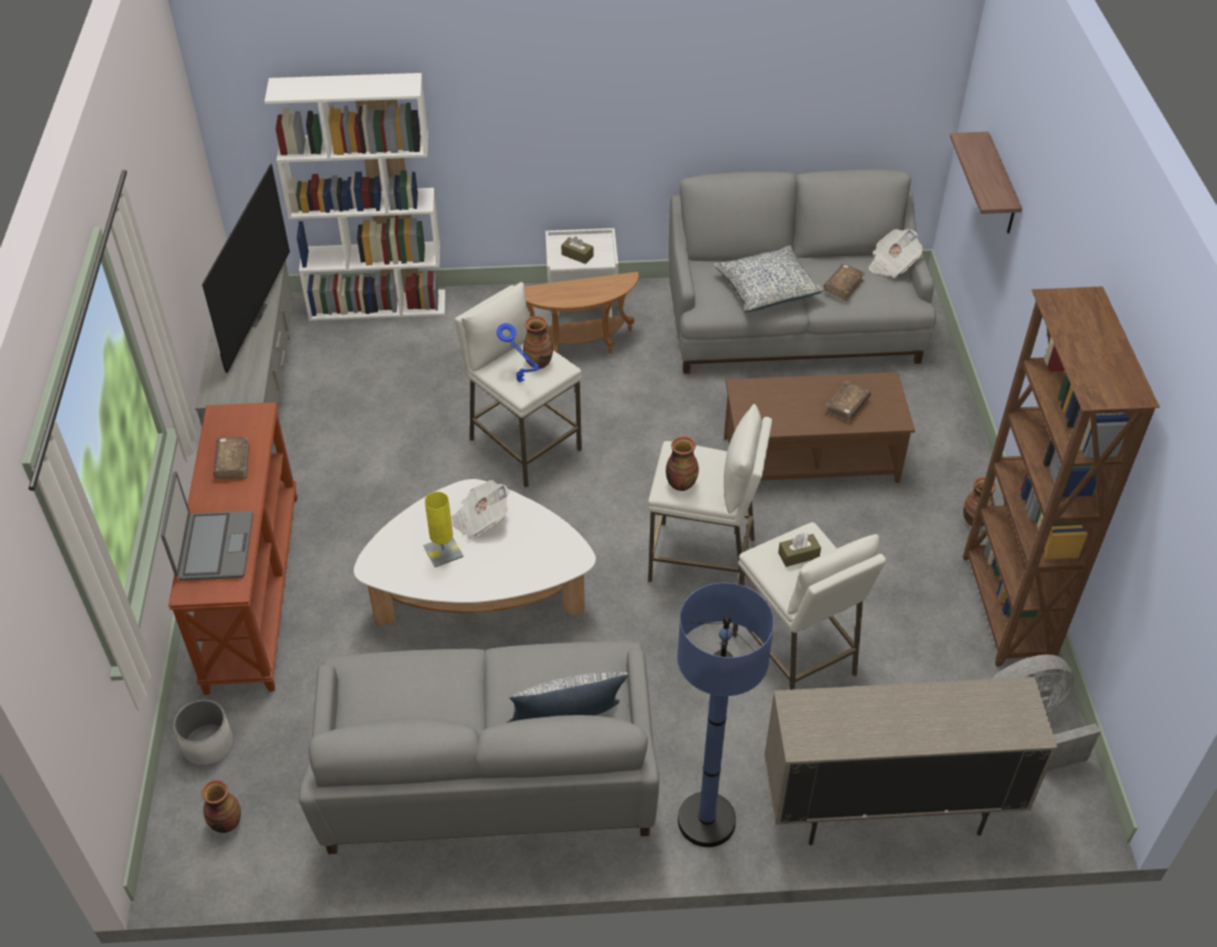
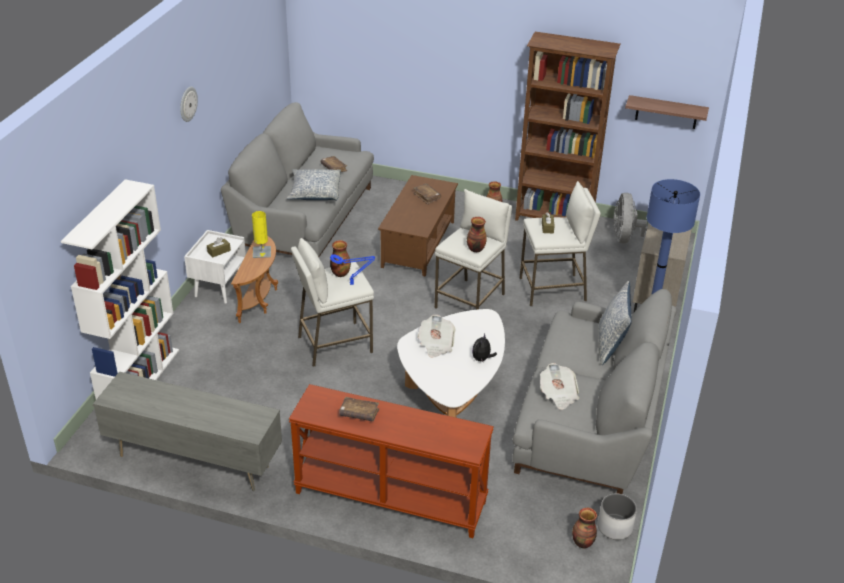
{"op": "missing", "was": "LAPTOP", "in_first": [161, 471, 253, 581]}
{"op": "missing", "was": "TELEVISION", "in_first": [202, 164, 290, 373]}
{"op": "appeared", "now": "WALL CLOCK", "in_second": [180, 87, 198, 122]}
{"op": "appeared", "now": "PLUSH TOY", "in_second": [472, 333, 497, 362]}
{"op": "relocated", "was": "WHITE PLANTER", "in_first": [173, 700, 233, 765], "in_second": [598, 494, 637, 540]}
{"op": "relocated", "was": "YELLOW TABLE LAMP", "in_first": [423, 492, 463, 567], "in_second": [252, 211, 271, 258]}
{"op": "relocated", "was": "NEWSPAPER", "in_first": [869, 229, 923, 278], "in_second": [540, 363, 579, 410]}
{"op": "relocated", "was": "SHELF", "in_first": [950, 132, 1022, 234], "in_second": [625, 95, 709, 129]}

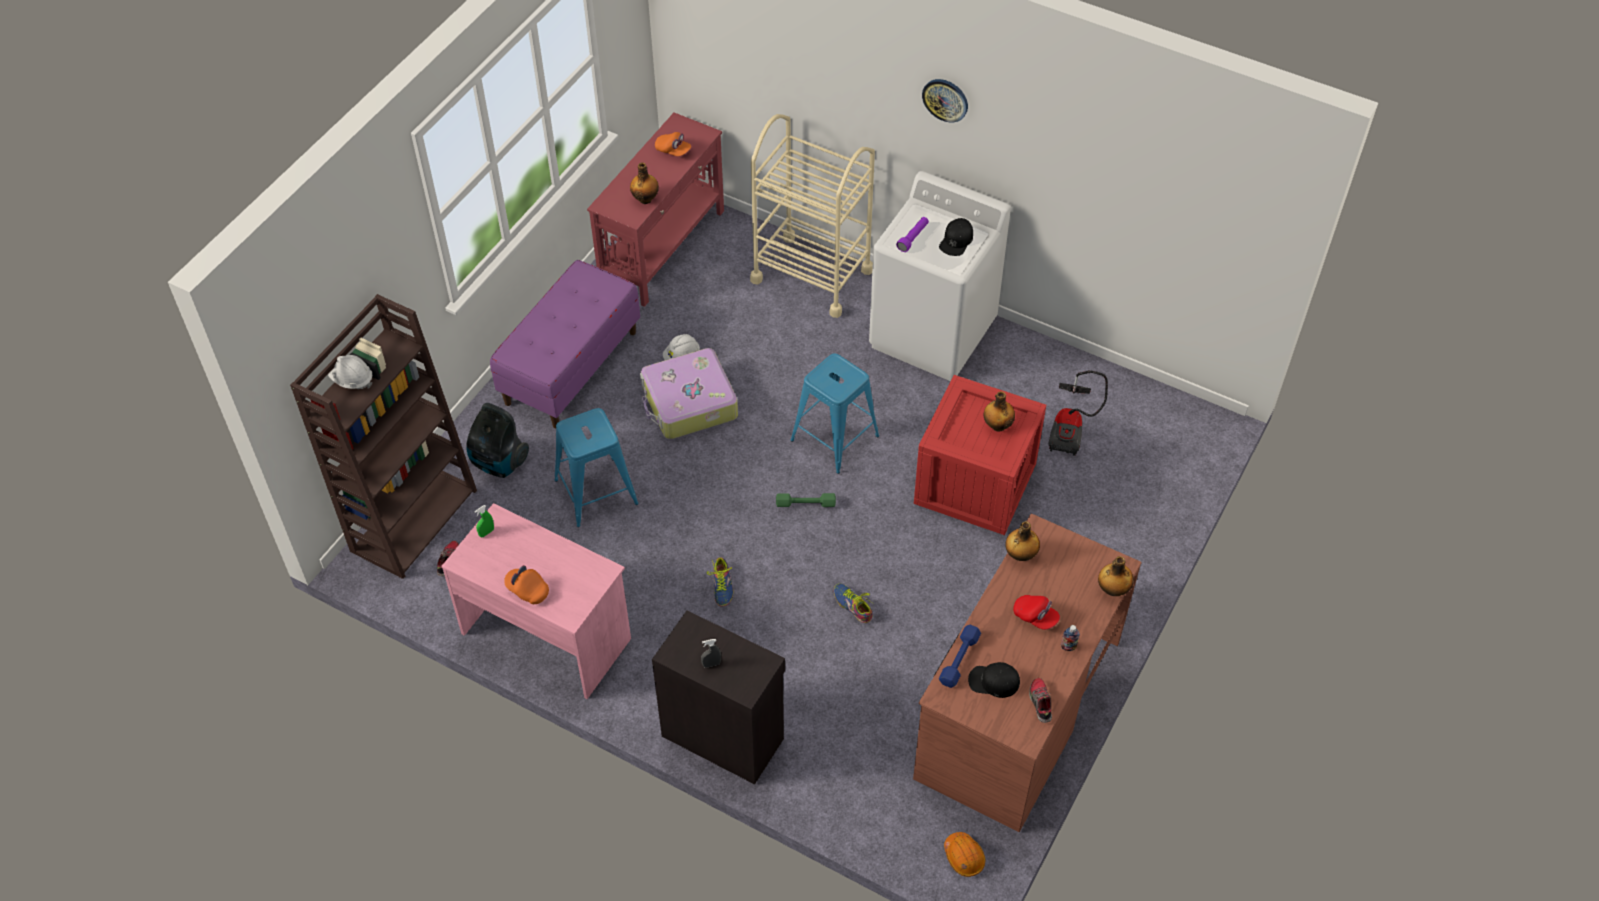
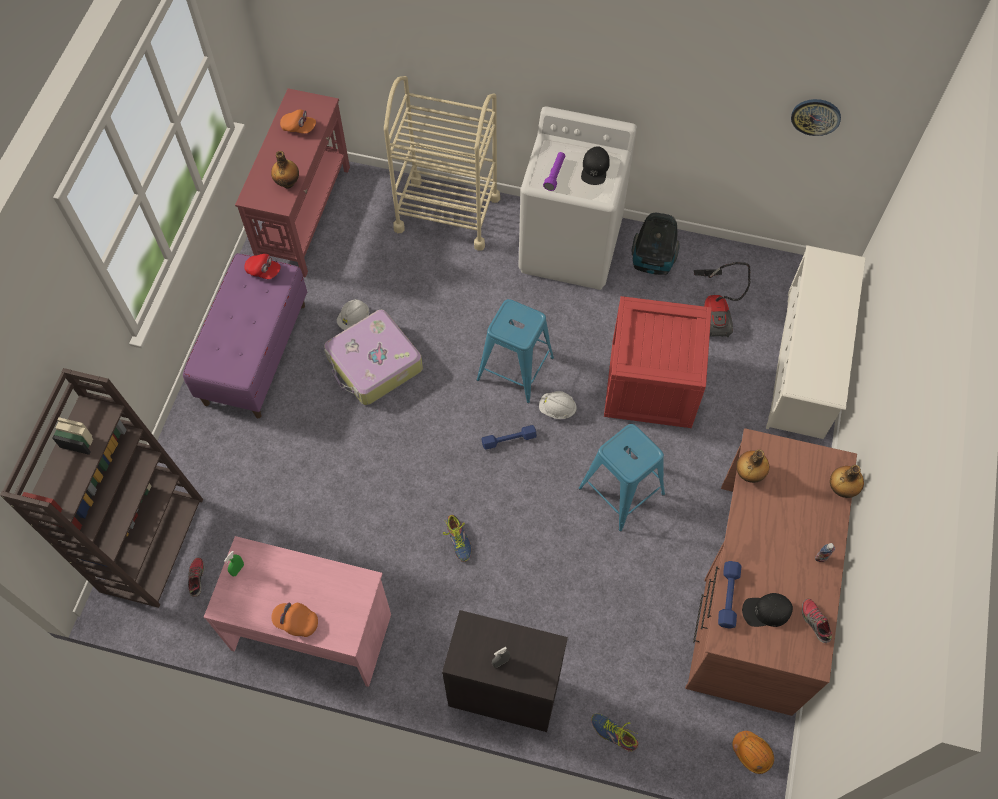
{"op": "missing", "was": "BOTTLE", "in_first": [984, 391, 1015, 432]}
{"op": "appeared", "now": "WHITE SHOE RACK", "in_second": [766, 245, 865, 439]}
{"op": "relocated", "was": "WHITE HARD HAT", "in_first": [328, 355, 372, 389], "in_second": [539, 391, 577, 419]}
{"op": "relocated", "was": "VACUUM CLEANER", "in_first": [466, 403, 529, 478], "in_second": [632, 212, 680, 275]}
{"op": "relocated", "was": "BLUE STOOL", "in_first": [554, 408, 639, 527], "in_second": [579, 424, 665, 531]}
{"op": "relocated", "was": "SHOE", "in_first": [834, 584, 874, 623], "in_second": [591, 713, 638, 752]}
{"op": "relocated", "was": "WALL CLOCK", "in_first": [922, 79, 968, 122], "in_second": [791, 99, 841, 136]}
{"op": "relocated", "was": "RED CAP", "in_first": [1013, 595, 1060, 630], "in_second": [244, 254, 281, 279]}
{"op": "colour", "was": "GREEN DUMBBELL", "now": "BLUE DUMBBELL", "in_first": [776, 493, 836, 507], "in_second": [482, 425, 537, 450]}

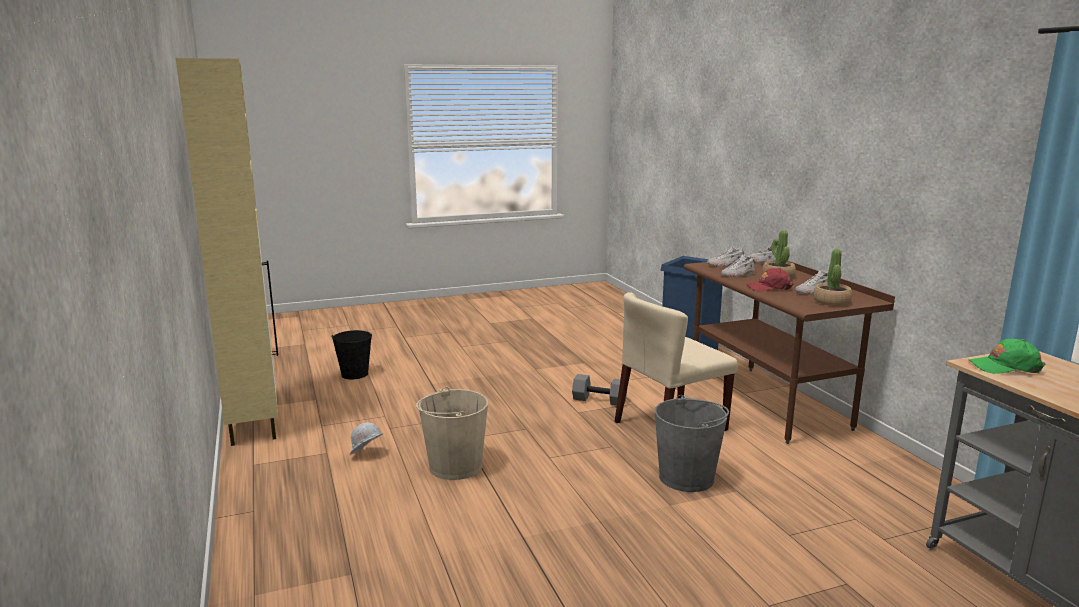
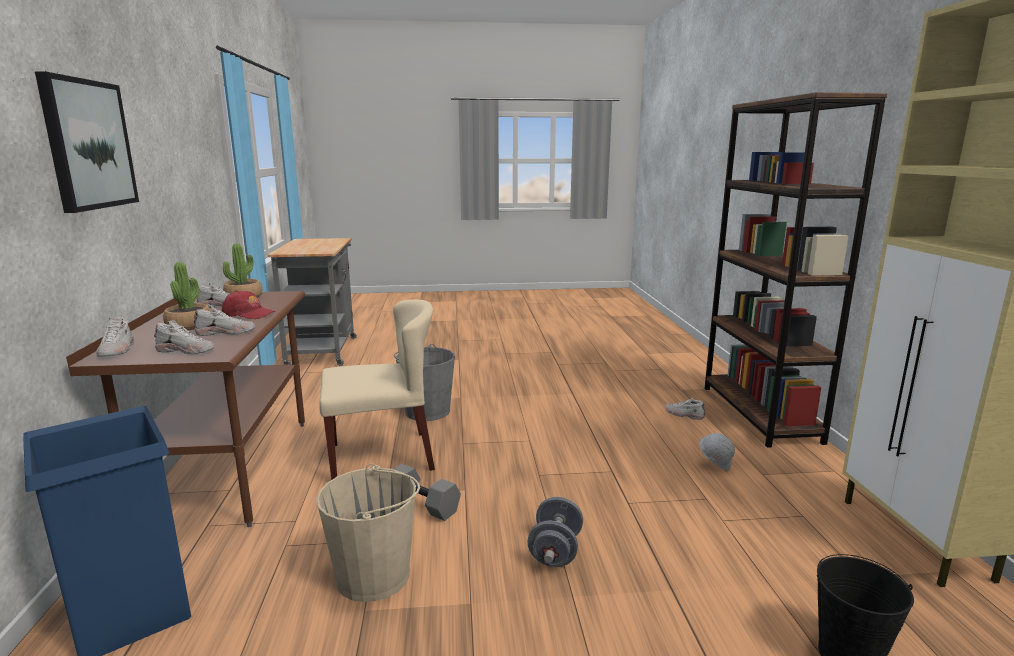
{"op": "missing", "was": "GREEN CAP", "in_first": [969, 339, 1045, 374]}
{"op": "appeared", "now": "PICTURE", "in_second": [35, 71, 139, 213]}
{"op": "appeared", "now": "GREY DUMBBELL", "in_second": [527, 497, 583, 567]}
{"op": "appeared", "now": "WHITE SHOE", "in_second": [665, 396, 706, 420]}
{"op": "appeared", "now": "BROWN BOOKCASE", "in_second": [705, 92, 887, 448]}
{"op": "relocated", "was": "BEIGE BUCKET", "in_first": [416, 387, 488, 480], "in_second": [316, 463, 420, 602]}

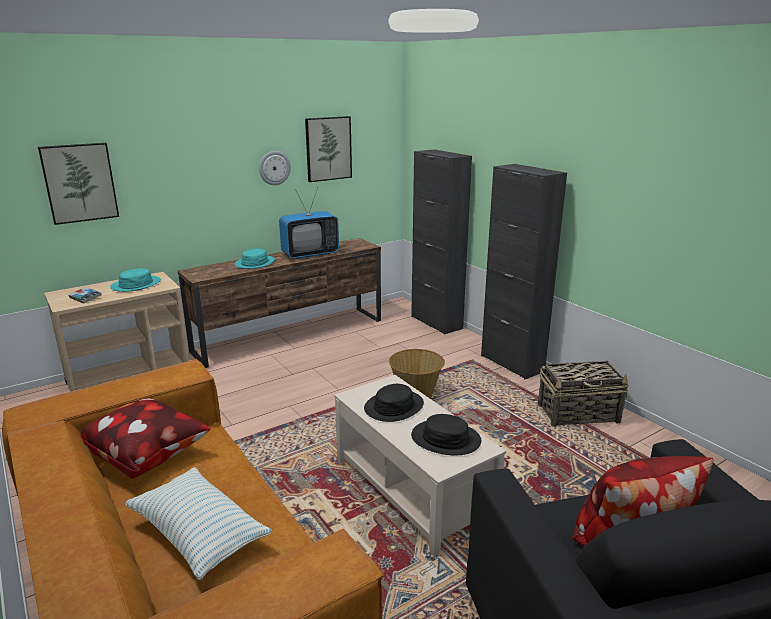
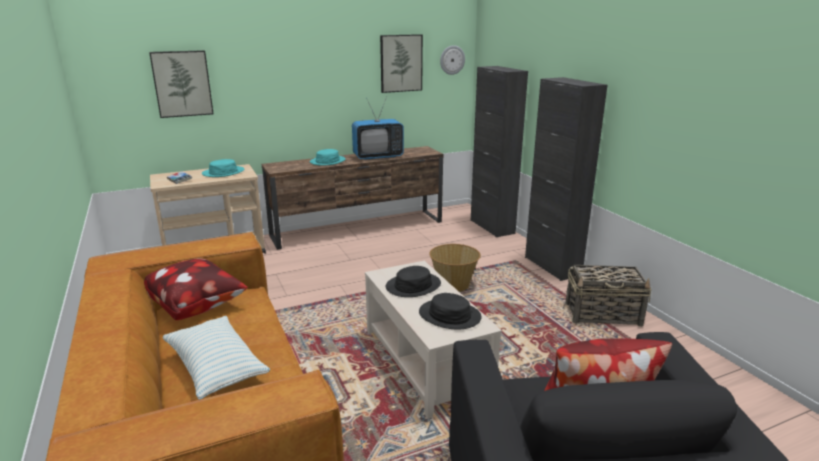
{"op": "relocated", "was": "WALL CLOCK", "in_first": [259, 151, 291, 185], "in_second": [440, 45, 465, 75]}

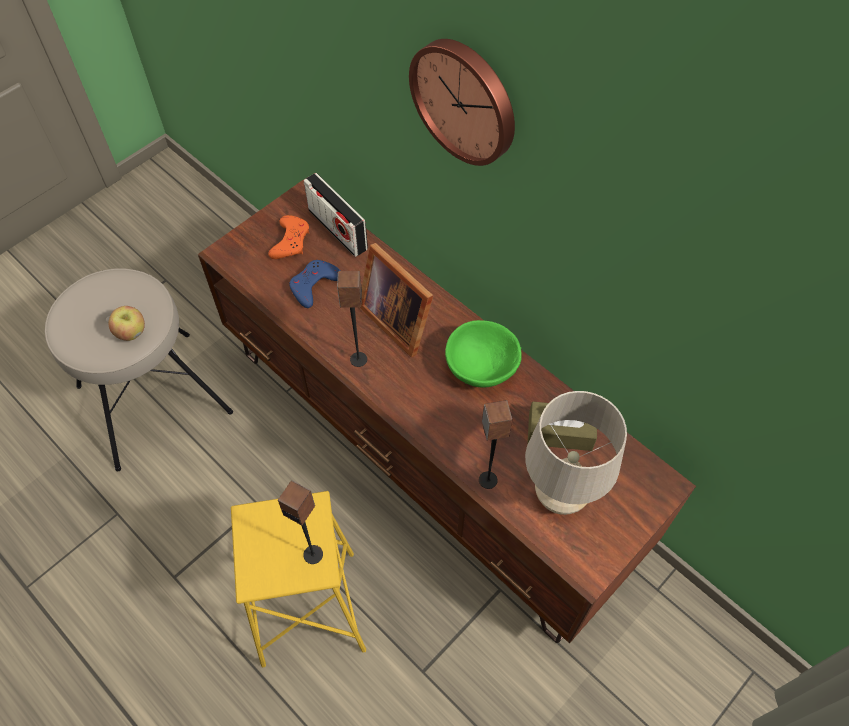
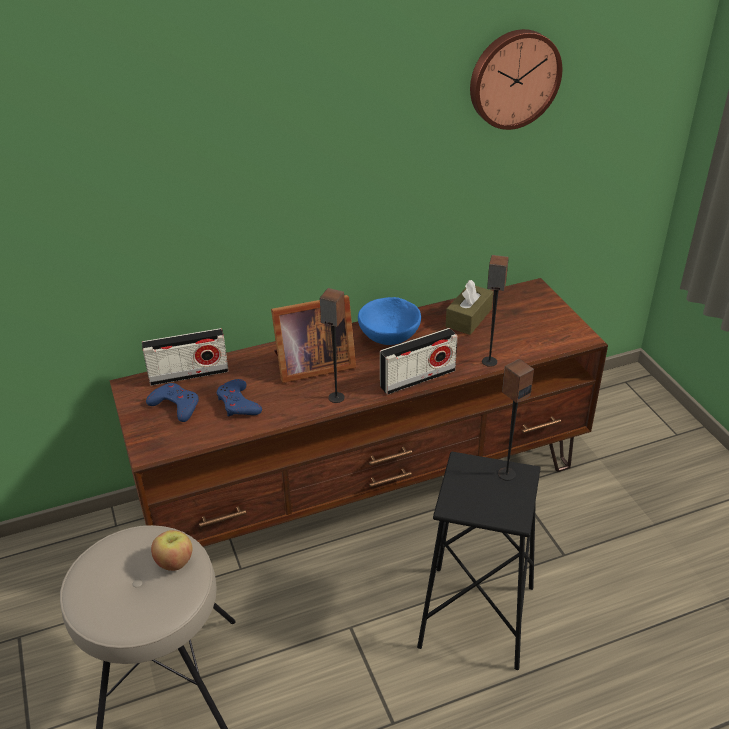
{"op": "missing", "was": "BEIGE TABLE LAMP", "in_first": [525, 391, 627, 515]}
{"op": "appeared", "now": "RADIO", "in_second": [380, 328, 458, 395]}
{"op": "relocated", "was": "WALL CLOCK", "in_first": [409, 39, 515, 166], "in_second": [470, 29, 562, 130]}
{"op": "colour", "was": "YELLOW STOOL", "now": "BLACK STOOL", "in_first": [231, 491, 366, 667], "in_second": [417, 451, 541, 670]}
{"op": "colour", "was": "ORANGE GAME CONTROLLER", "now": "BLUE GAME CONTROLLER", "in_first": [268, 215, 309, 259], "in_second": [146, 383, 199, 422]}
{"op": "colour", "was": "GREEN BOWL", "now": "BLUE BOWL", "in_first": [445, 320, 522, 387], "in_second": [358, 297, 421, 345]}

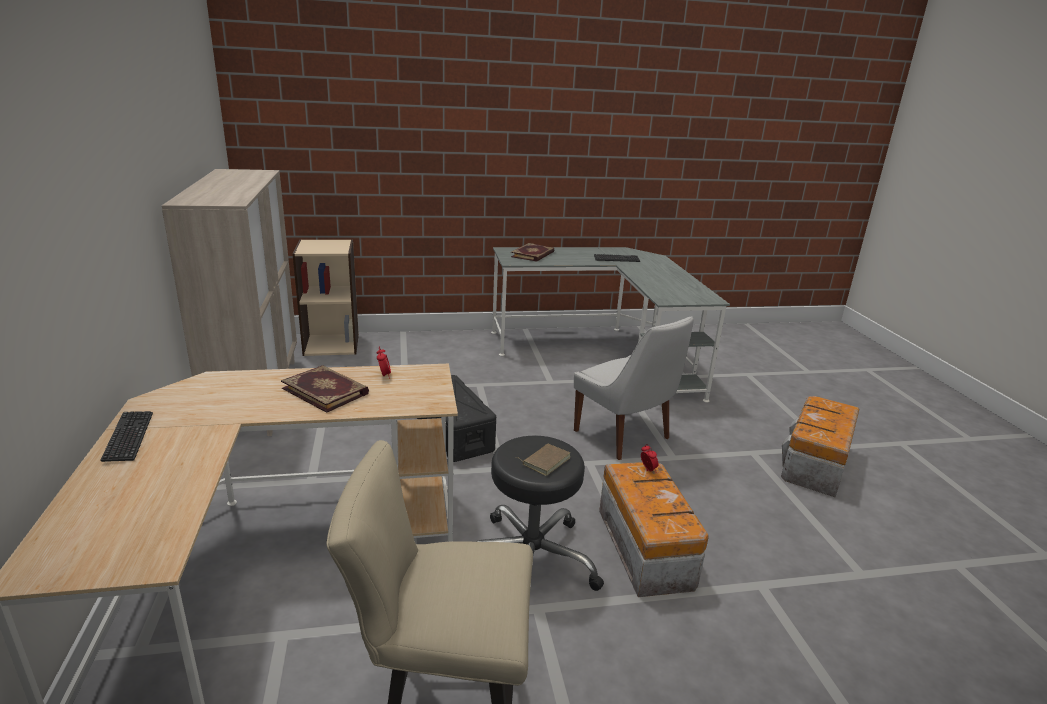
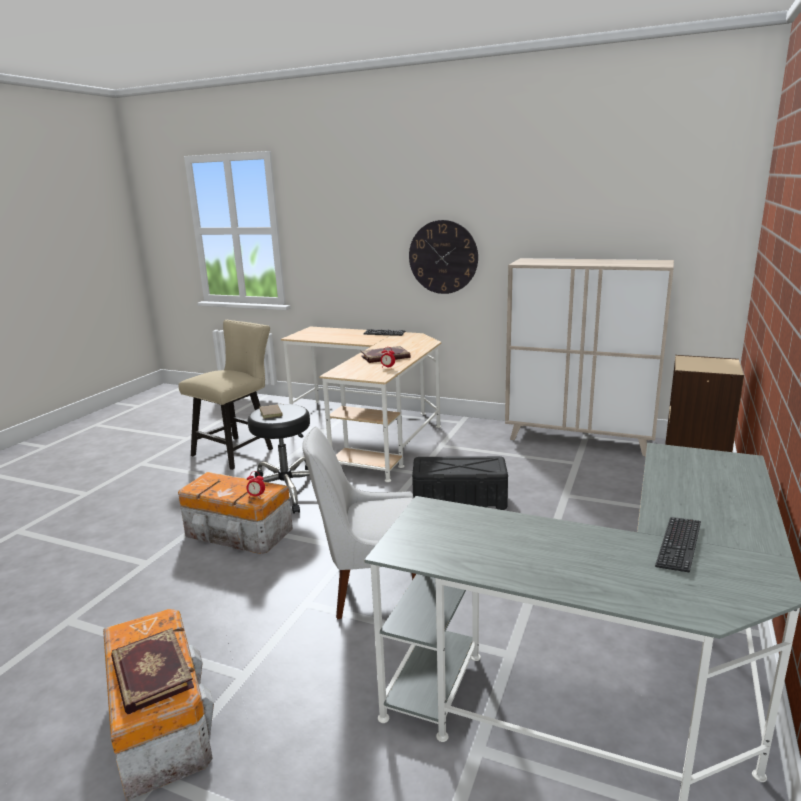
{"op": "appeared", "now": "WALL CLOCK", "in_second": [409, 220, 478, 294]}
{"op": "relocated", "was": "BOOK", "in_first": [511, 243, 554, 262], "in_second": [111, 628, 194, 714]}

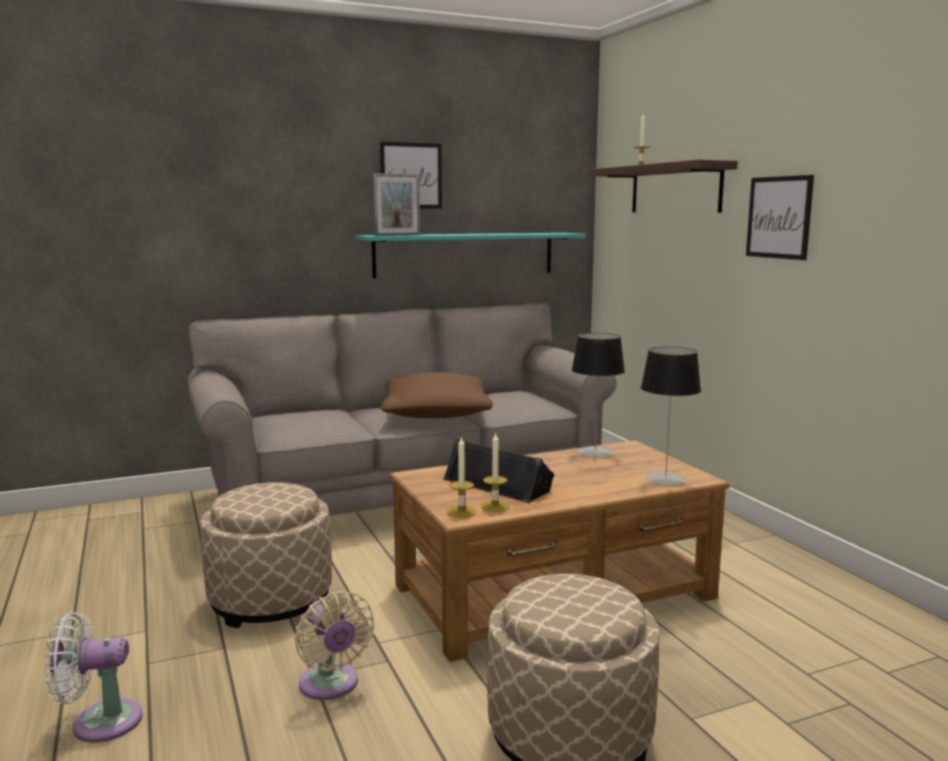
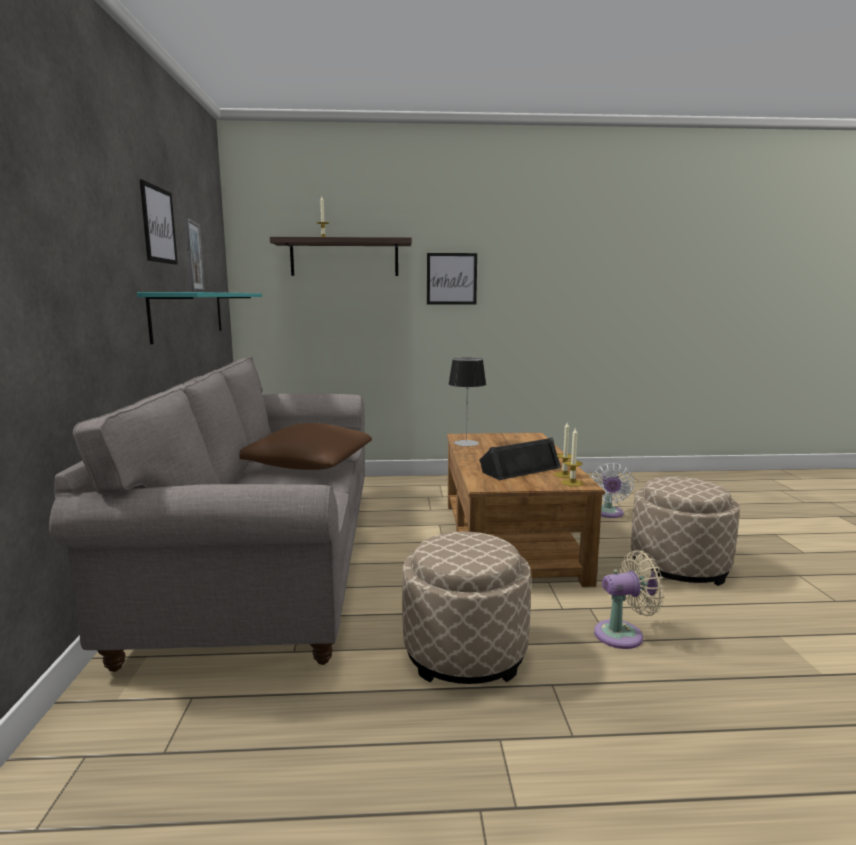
{"op": "missing", "was": "TABLE LAMP", "in_first": [641, 347, 701, 486]}
{"op": "relocated", "was": "WHITE FAN", "in_first": [44, 612, 143, 743], "in_second": [591, 463, 634, 518]}

